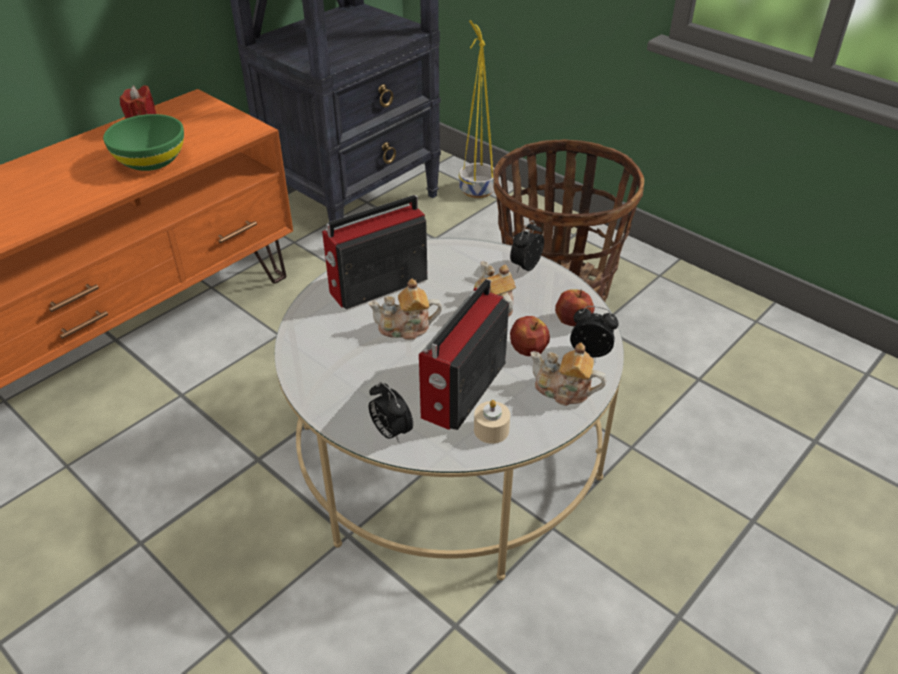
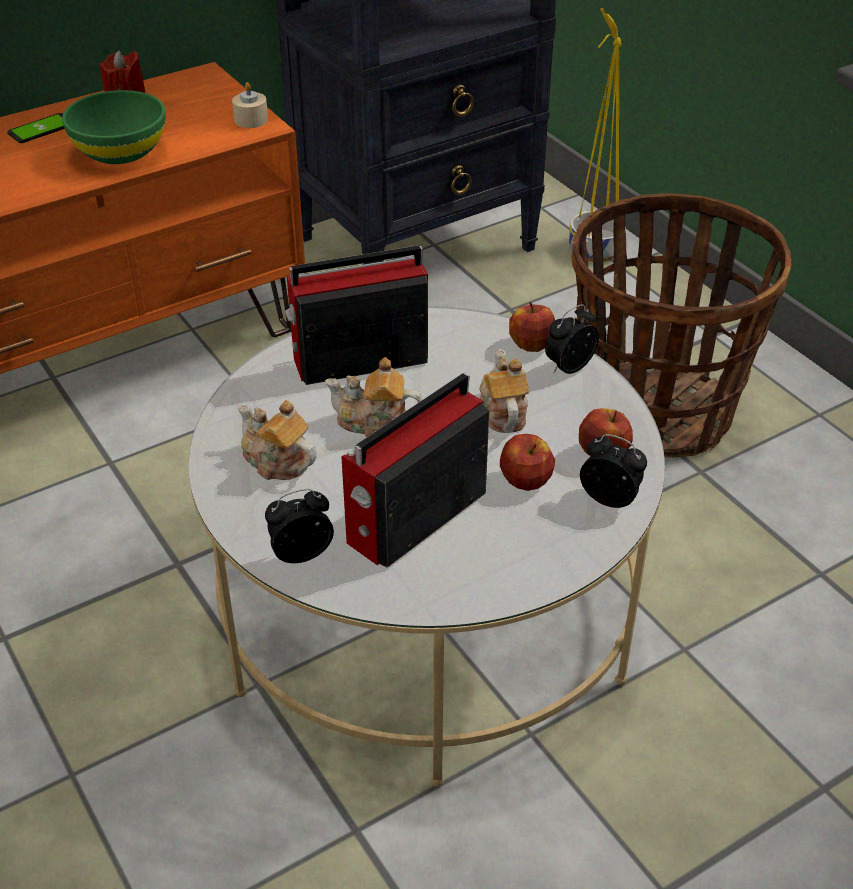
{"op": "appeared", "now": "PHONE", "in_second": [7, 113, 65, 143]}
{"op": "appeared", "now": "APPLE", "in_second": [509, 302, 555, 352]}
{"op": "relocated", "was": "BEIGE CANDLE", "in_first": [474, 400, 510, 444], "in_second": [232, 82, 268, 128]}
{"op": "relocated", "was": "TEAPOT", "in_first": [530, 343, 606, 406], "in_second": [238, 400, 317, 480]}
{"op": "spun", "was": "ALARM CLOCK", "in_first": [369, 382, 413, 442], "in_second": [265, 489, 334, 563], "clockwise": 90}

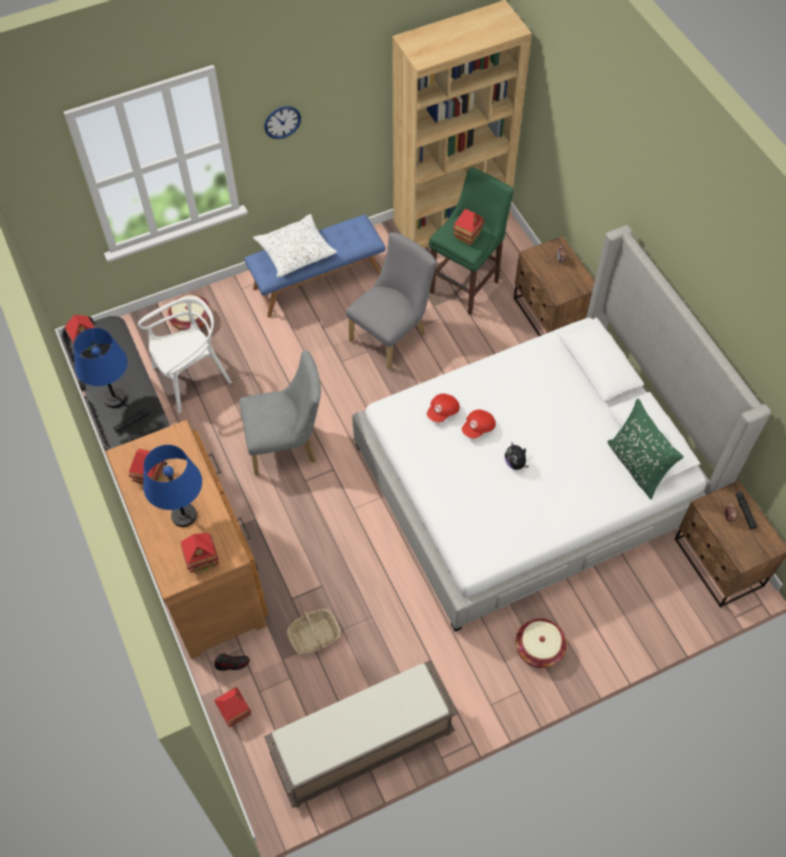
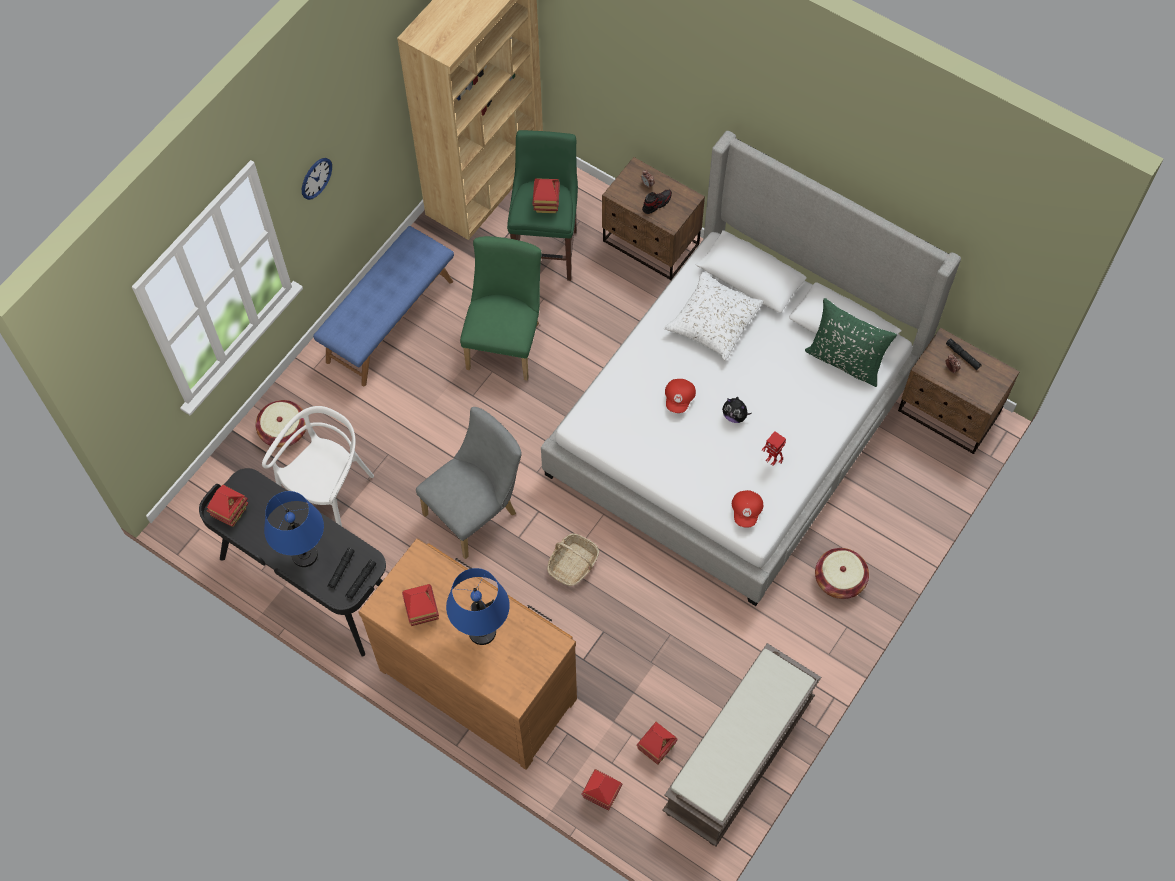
{"op": "appeared", "now": "TOY ROBOT", "in_second": [762, 431, 786, 466]}
{"op": "relocated", "was": "TOY HOUSE", "in_first": [180, 533, 219, 573], "in_second": [636, 722, 678, 765]}
{"op": "relocated", "was": "SHOE", "in_first": [214, 654, 250, 671], "in_second": [642, 189, 672, 214]}
{"op": "relocated", "was": "WHITE PILLOW", "in_first": [253, 214, 337, 277], "in_second": [664, 271, 764, 361]}
{"op": "relocated", "was": "BASKET", "in_first": [287, 609, 341, 654], "in_second": [547, 533, 599, 586]}
{"op": "relocated", "was": "RED CAP", "in_first": [427, 394, 460, 422], "in_second": [732, 490, 763, 528]}
{"op": "colour", "was": "GREY CHAIR", "now": "GREEN CHAIR", "in_first": [346, 232, 437, 370], "in_second": [460, 236, 541, 381]}

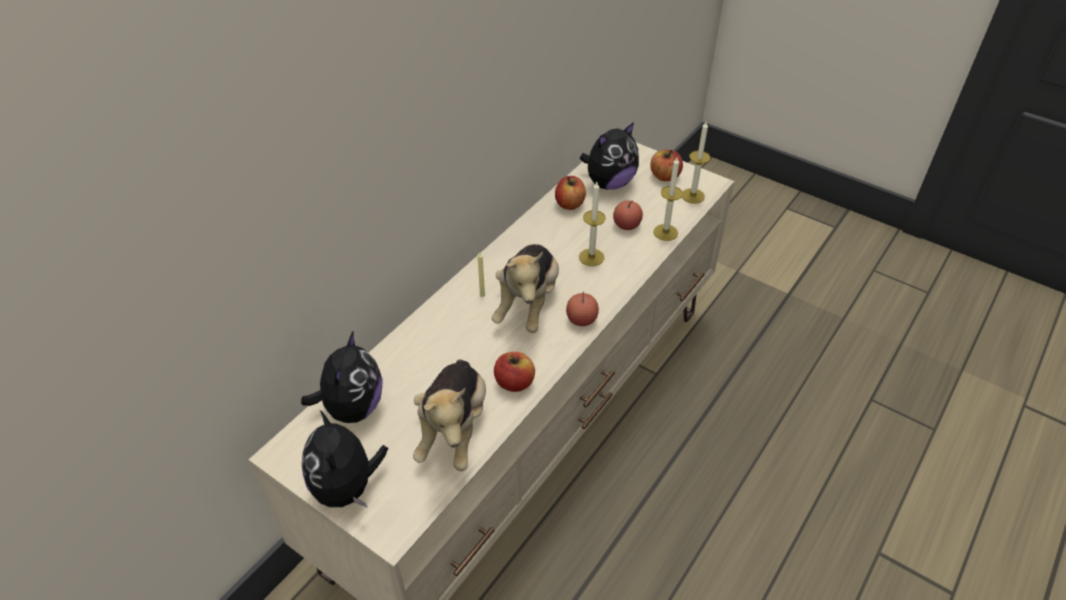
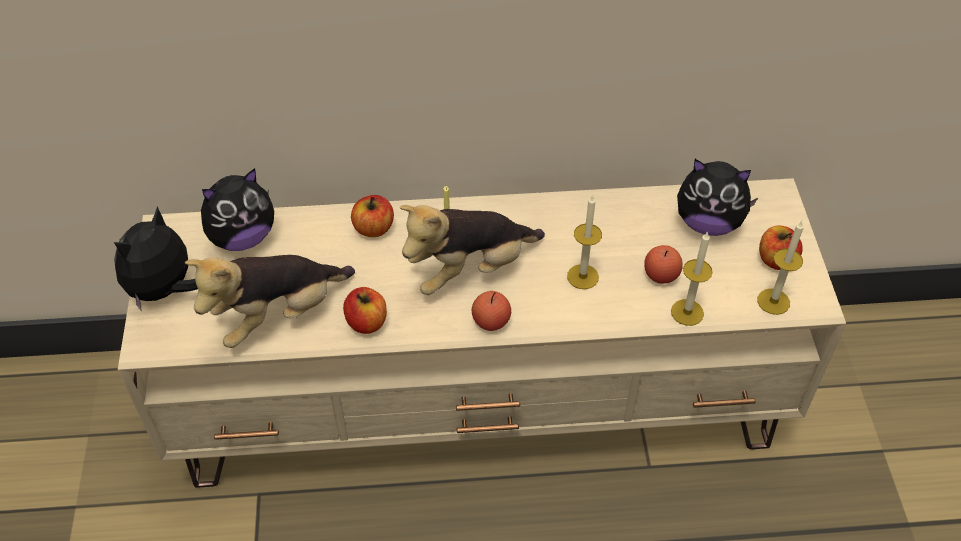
{"op": "relocated", "was": "APPLE", "in_first": [555, 176, 586, 210], "in_second": [351, 195, 394, 237]}

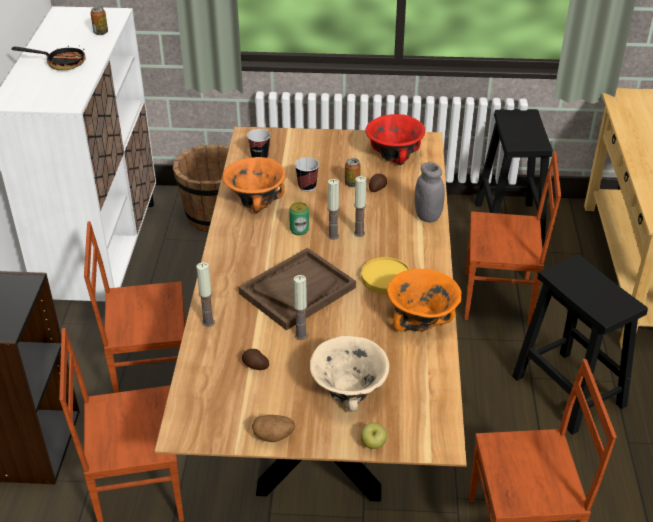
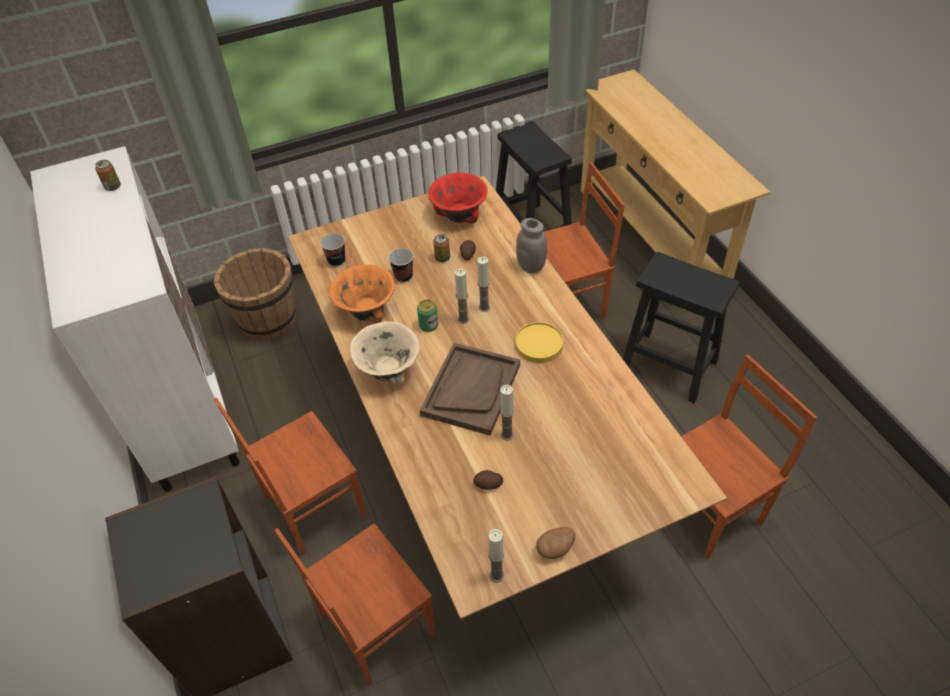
{"op": "missing", "was": "FRYING PAN", "in_first": [11, 45, 86, 70]}
{"op": "missing", "was": "APPLE", "in_first": [361, 422, 387, 449]}
{"op": "missing", "was": "ORANGE BOWL", "in_first": [387, 269, 462, 331]}
{"op": "relocated", "was": "CANDLE", "in_first": [196, 262, 215, 327], "in_second": [488, 529, 504, 582]}
{"op": "relocated", "was": "BEIGE BOWL", "in_first": [310, 336, 390, 412], "in_second": [350, 321, 420, 386]}

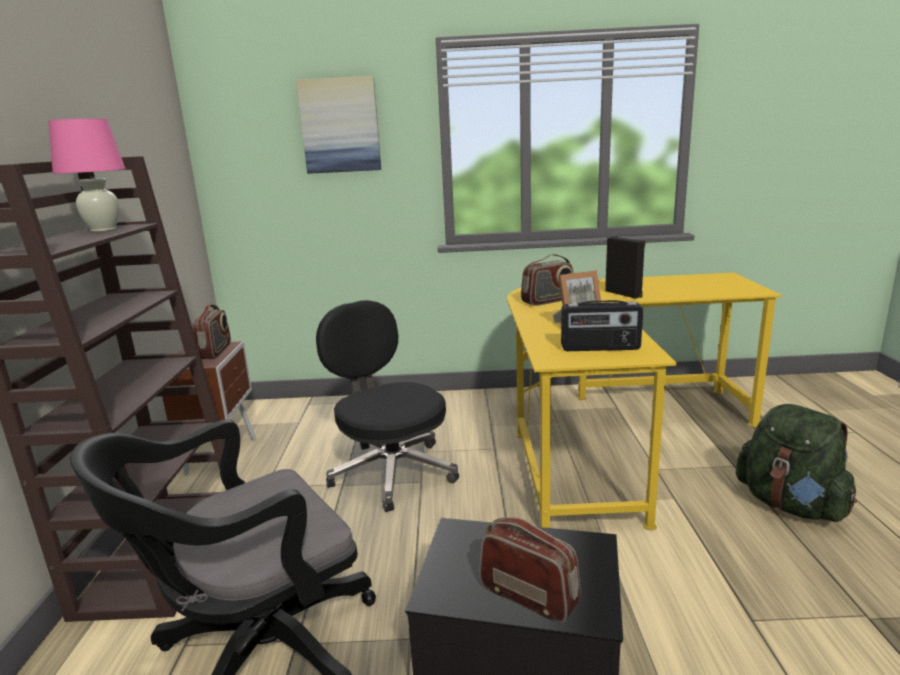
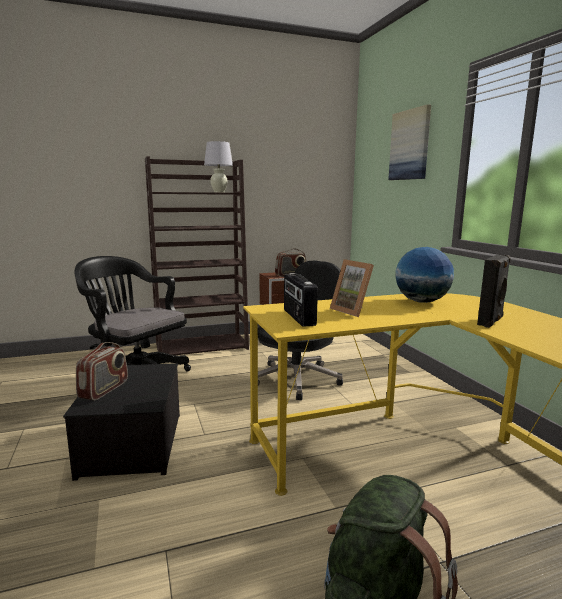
{"op": "exchanged", "was": "RADIO", "now": "GLOBE", "in_first": [521, 254, 574, 306], "in_second": [396, 247, 454, 303]}
{"op": "colour", "was": "PINK TABLE LAMP", "now": "WHITE TABLE LAMP", "in_first": [48, 119, 126, 232], "in_second": [204, 141, 233, 192]}

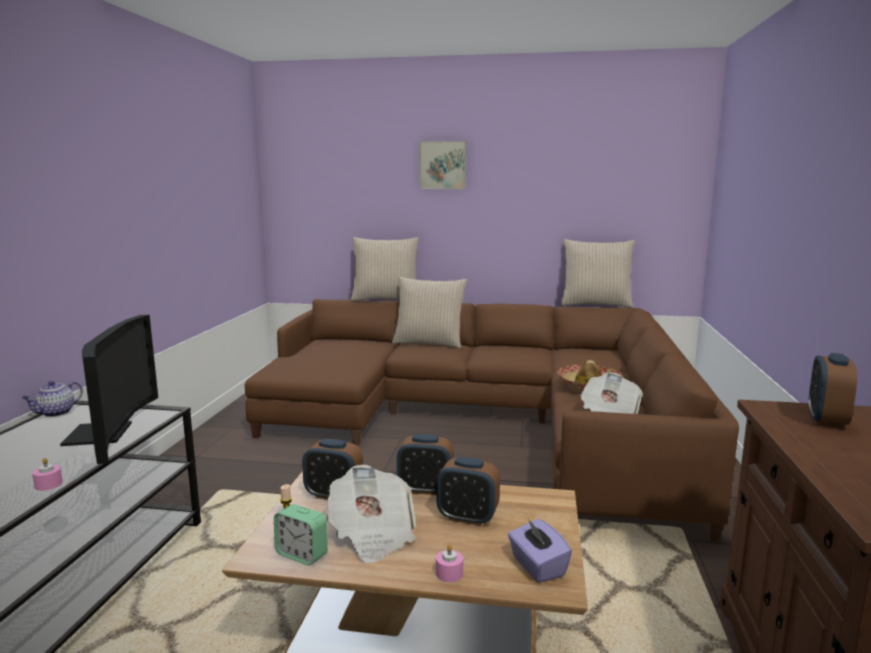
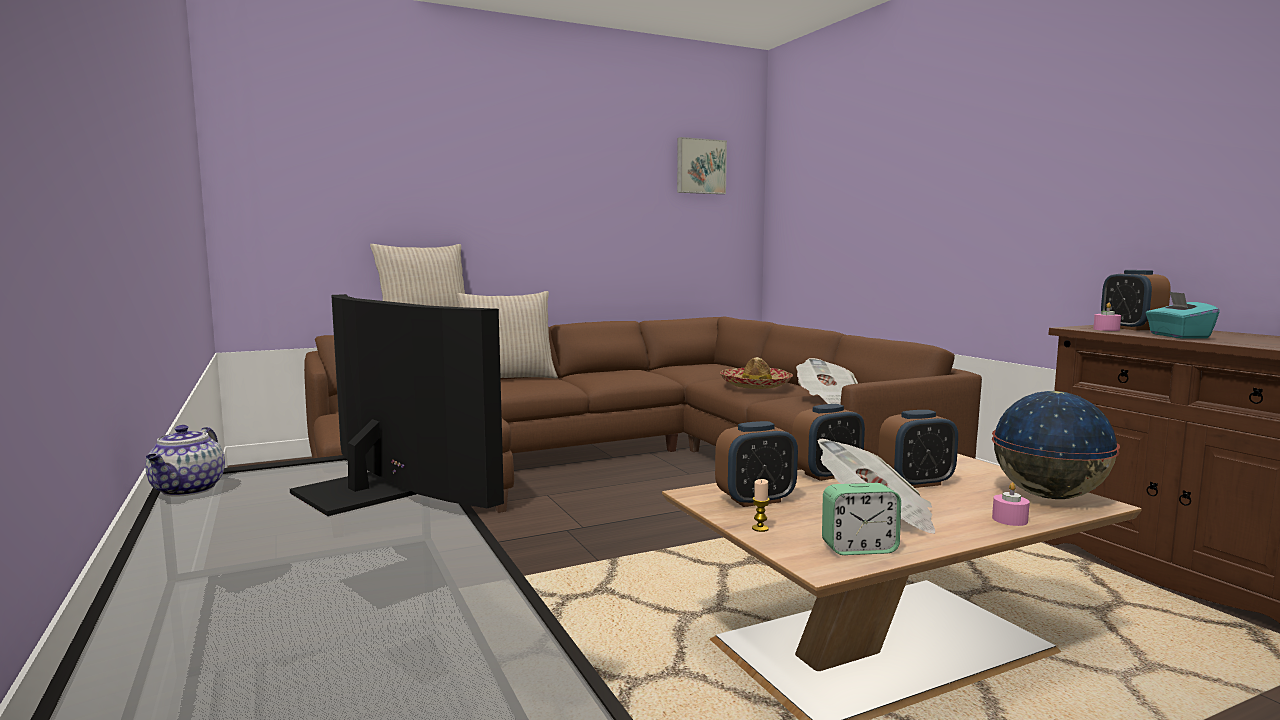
{"op": "missing", "was": "BEIGE PILLOW", "in_first": [561, 239, 635, 308]}
{"op": "appeared", "now": "TURQUOISE TISSUE BOX", "in_second": [1146, 291, 1220, 338]}
{"op": "relocated", "was": "PINK CANDLE", "in_first": [32, 458, 63, 491], "in_second": [1093, 303, 1121, 331]}
{"op": "relocated", "was": "PICTURE", "in_first": [419, 141, 467, 189], "in_second": [677, 137, 727, 194]}
{"op": "exchanged", "was": "PURPLE TISSUE BOX", "now": "GLOBE", "in_first": [508, 519, 572, 583], "in_second": [992, 391, 1120, 499]}

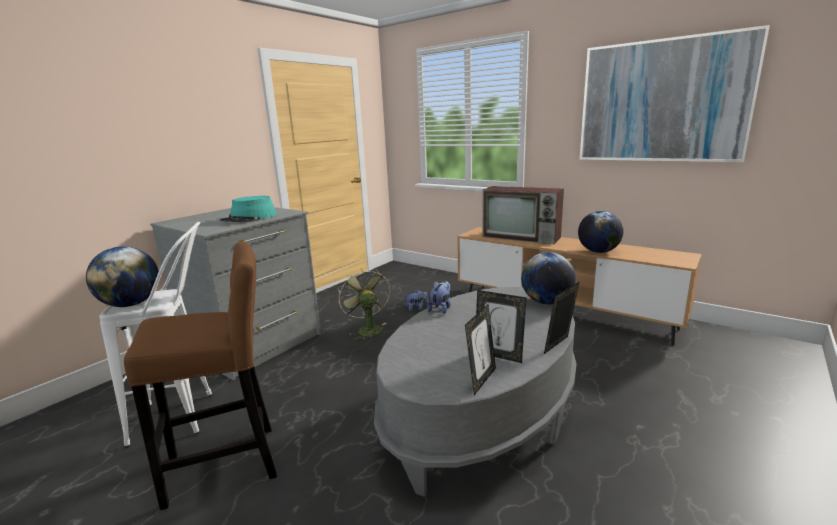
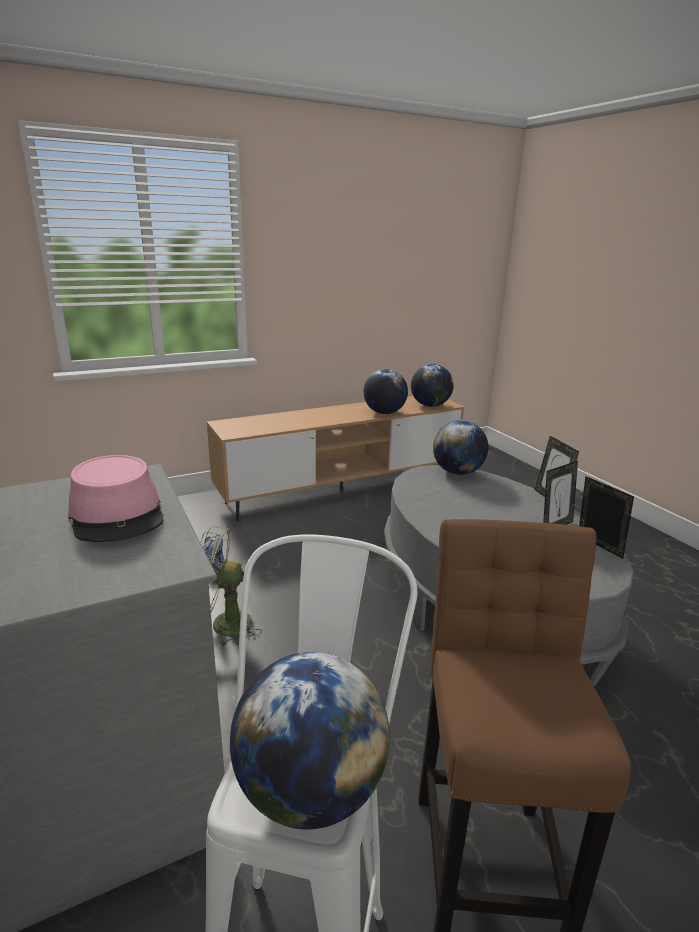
{"op": "missing", "was": "PLUSH TOY", "in_first": [427, 281, 451, 314]}
{"op": "missing", "was": "TELEVISION", "in_first": [482, 186, 564, 244]}
{"op": "missing", "was": "PICTURE", "in_first": [580, 25, 770, 162]}
{"op": "appeared", "now": "GLOBE", "in_second": [411, 364, 454, 407]}
{"op": "colour", "was": "TURQUOISE HAT", "now": "PINK HAT", "in_first": [220, 196, 277, 222], "in_second": [68, 455, 164, 542]}

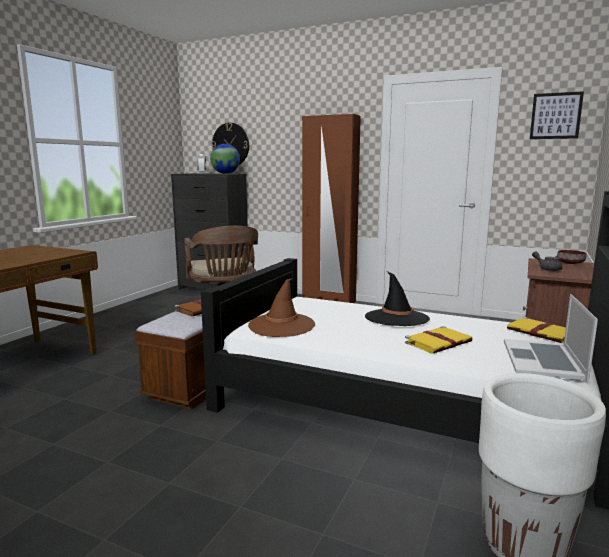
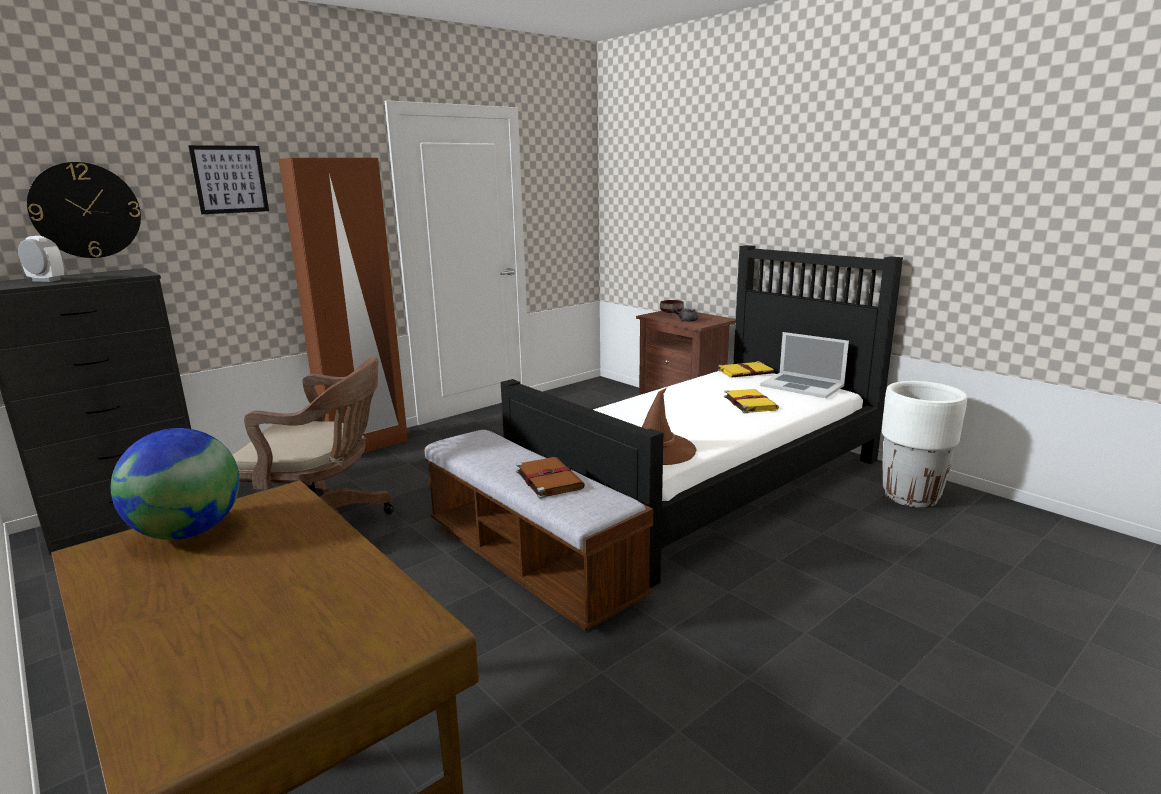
{"op": "missing", "was": "BLACK HAT", "in_first": [365, 271, 430, 326]}
{"op": "relocated", "was": "GLOBE", "in_first": [210, 144, 240, 174], "in_second": [111, 428, 240, 540]}
{"op": "relocated", "was": "PICTURE", "in_first": [530, 91, 584, 139], "in_second": [188, 145, 269, 214]}

